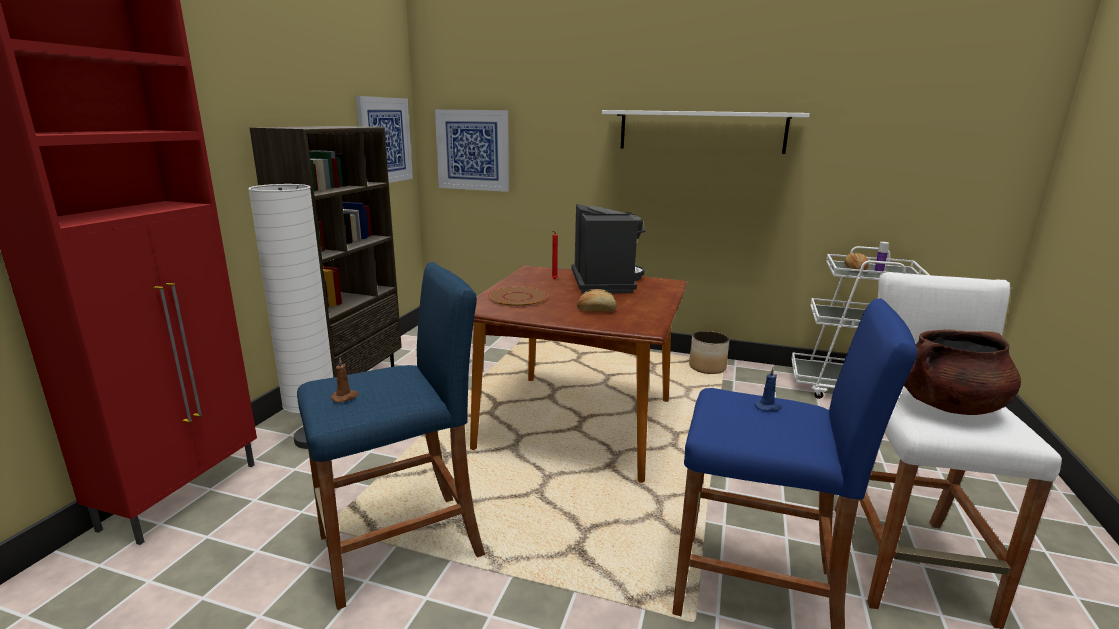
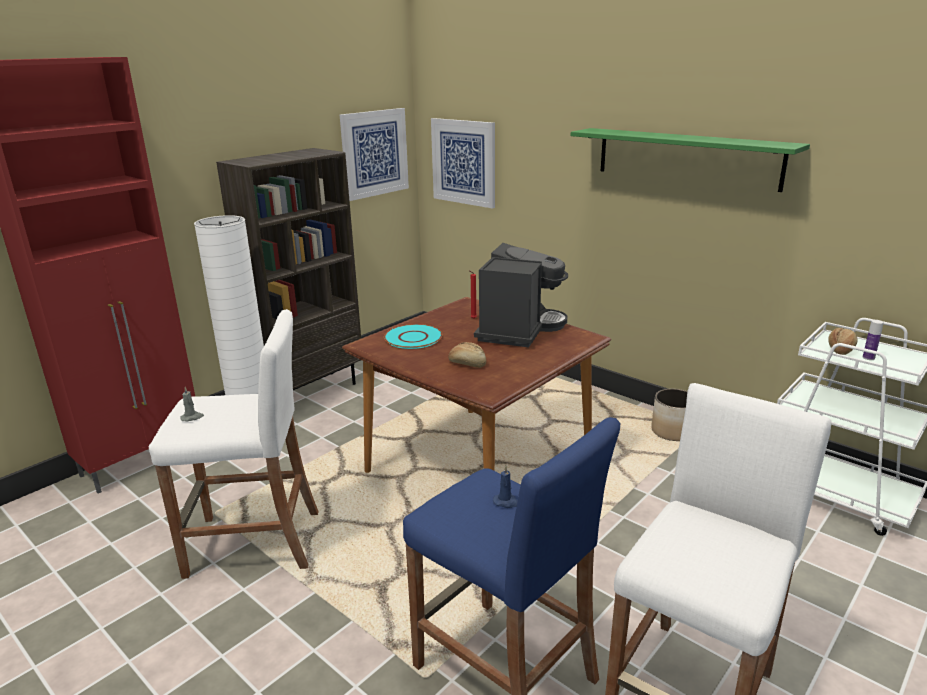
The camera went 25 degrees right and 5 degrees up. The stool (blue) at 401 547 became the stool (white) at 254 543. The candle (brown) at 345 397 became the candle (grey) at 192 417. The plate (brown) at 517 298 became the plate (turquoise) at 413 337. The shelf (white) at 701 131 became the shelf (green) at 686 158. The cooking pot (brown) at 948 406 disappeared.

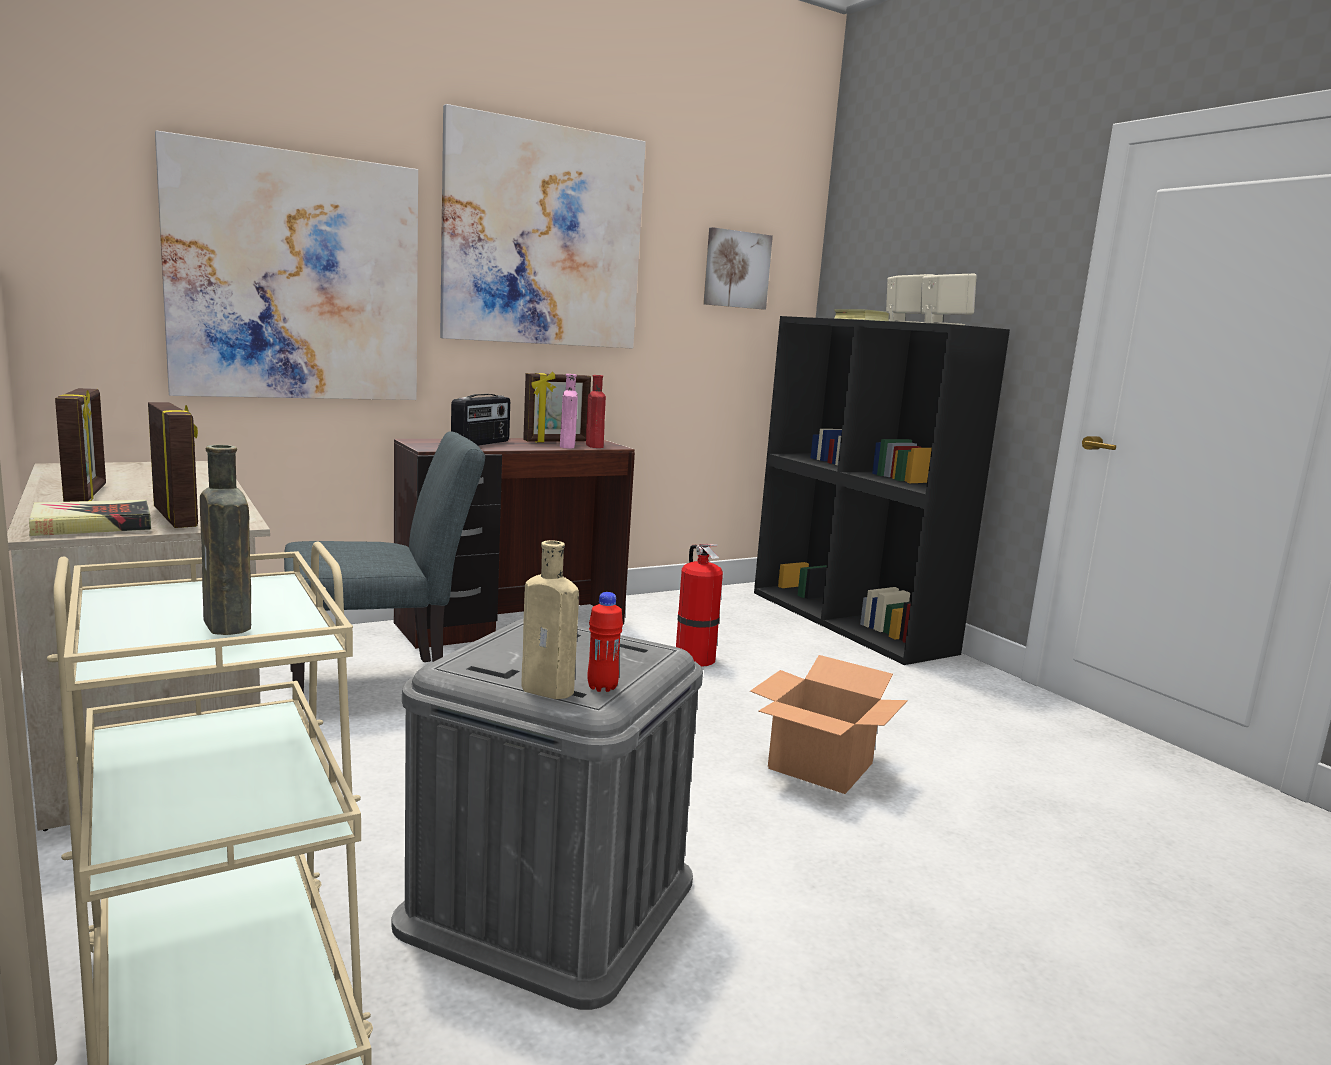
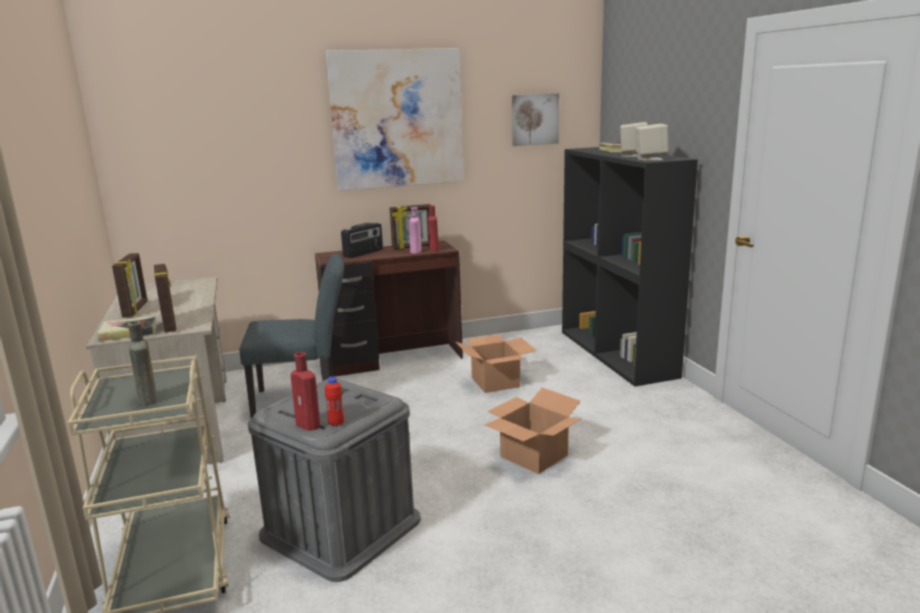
The camera went 15 degrees right and 5 degrees up. The bottle (beige) at 551 691 became the bottle (red) at 309 425. The fire extinguisher at 693 658 was replaced by the cardboard box at 494 382. The picture at 296 278 disappeared.

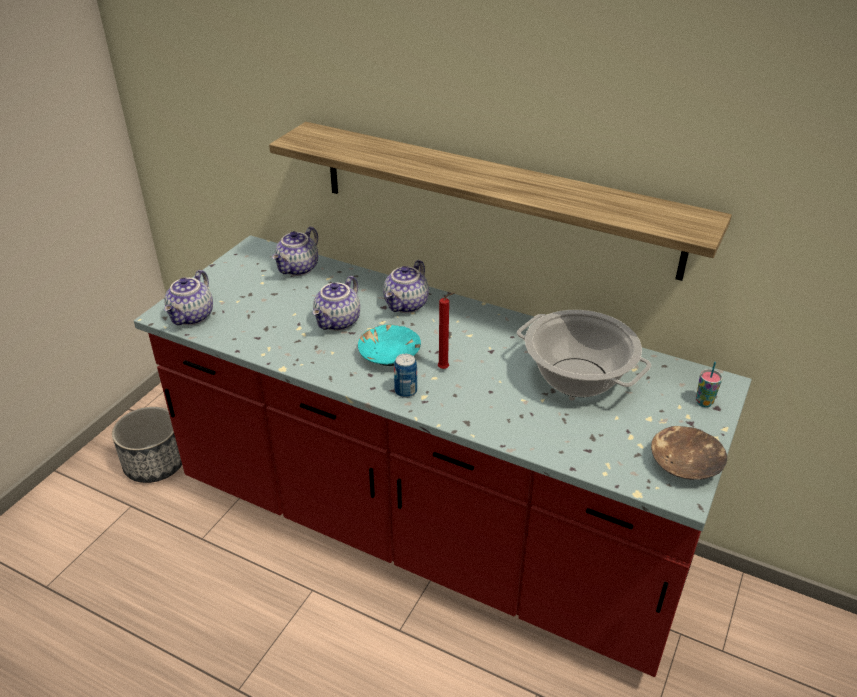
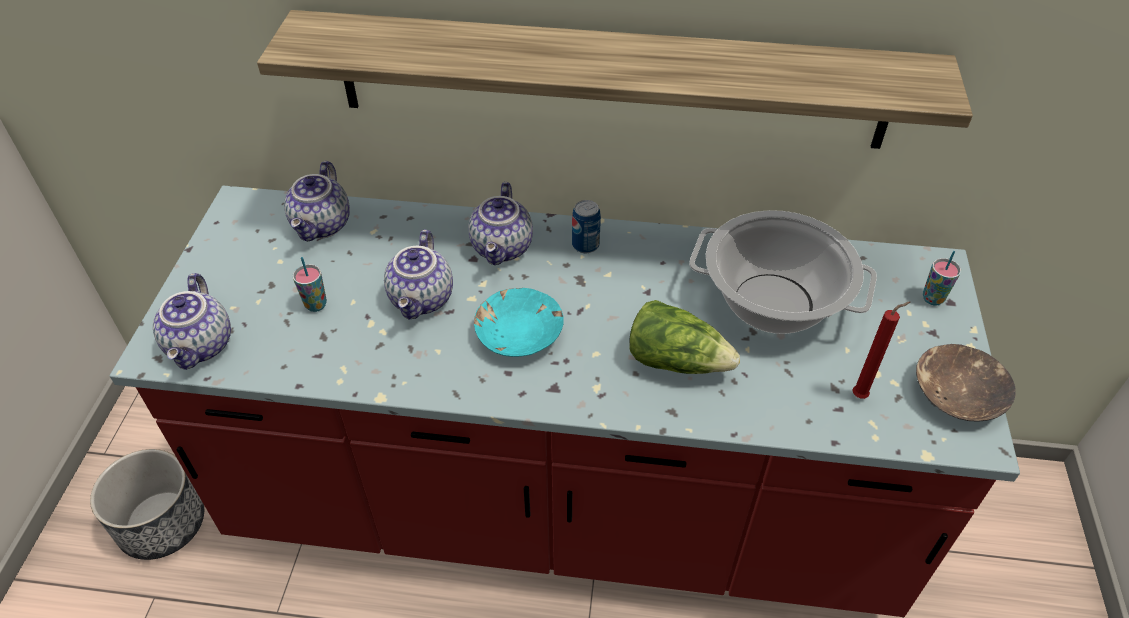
The camera went 20 degrees left and 10 degrees up. The cup at 316 305 appeared. The can moved from 406 391 to 585 245. The lettuce at 676 360 appeared. The candle (red) moved from 445 369 to 862 395.

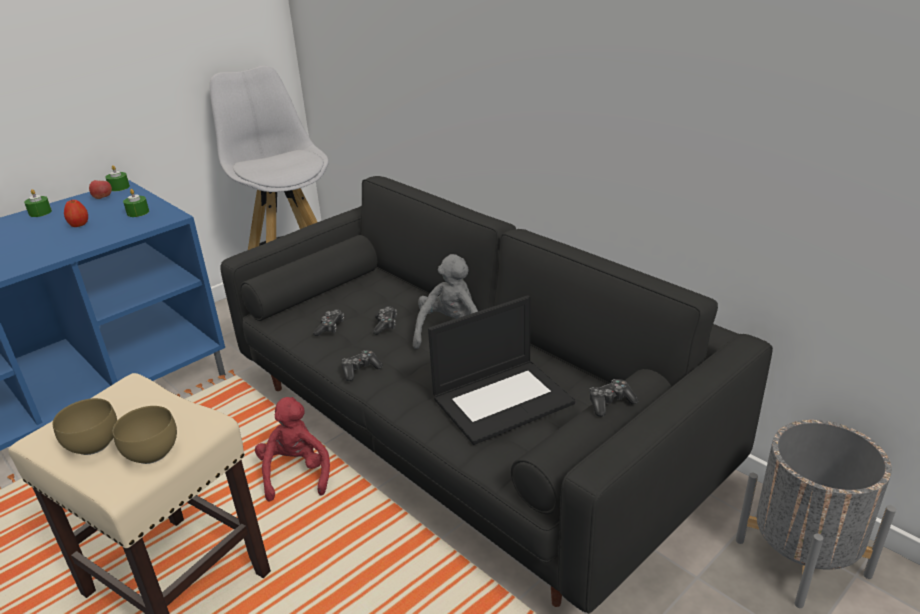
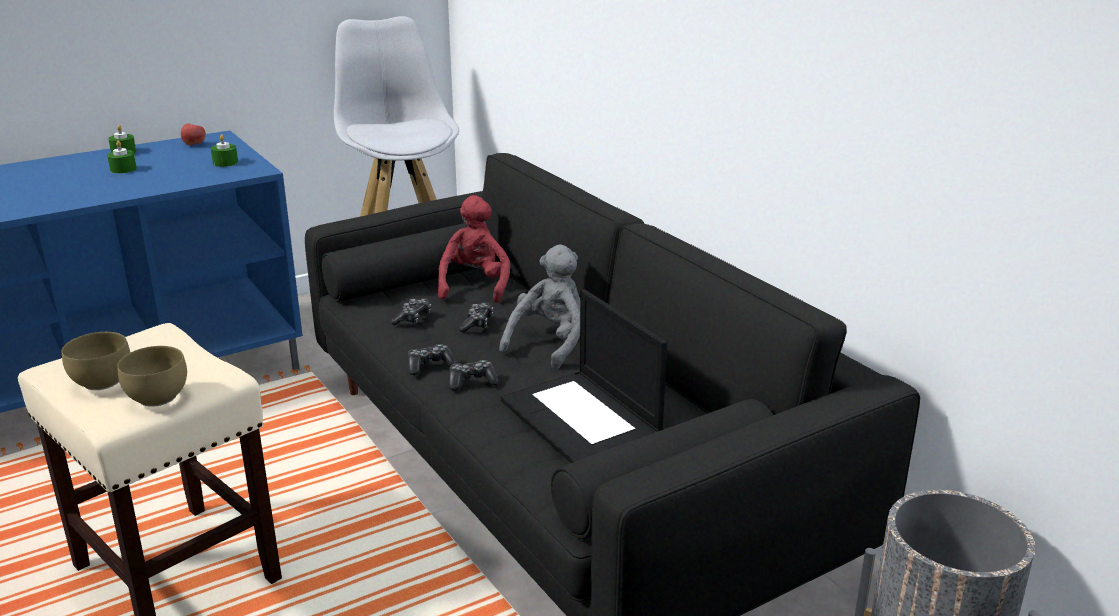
The camera went 10 degrees right and 5 degrees down. The candle (green) moved from 119 187 to 123 169. The plush toy (red) moved from 296 473 to 473 285. The game controller moved from 610 403 to 472 382. The laptop at 503 399 turned 75 degrees clockwise. The apple at 79 225 disappeared.

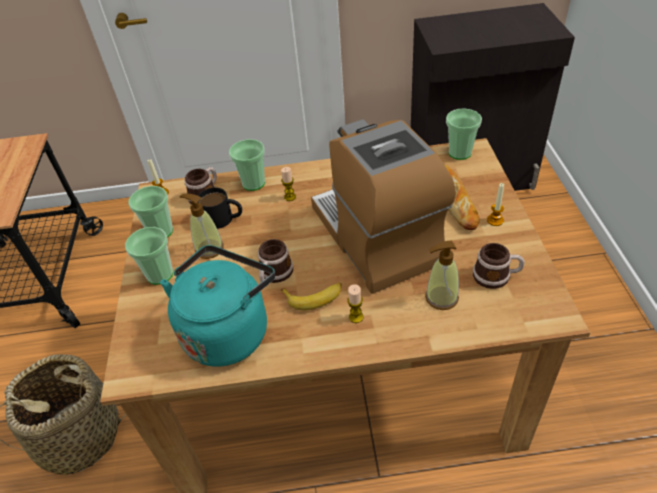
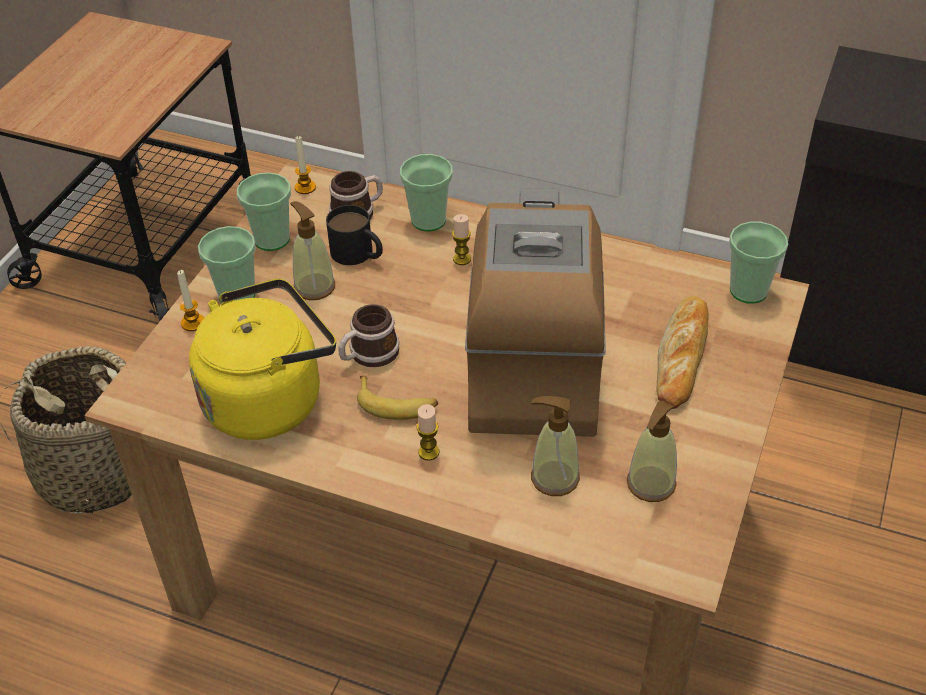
The camera went 25 degrees right and 0 degrees up. The candle moved from 495 220 to 193 323. The kettle (turquoise) at 228 330 became the kettle (yellow) at 269 399. The mug at 496 276 was replaced by the soap dispenser at 650 484.

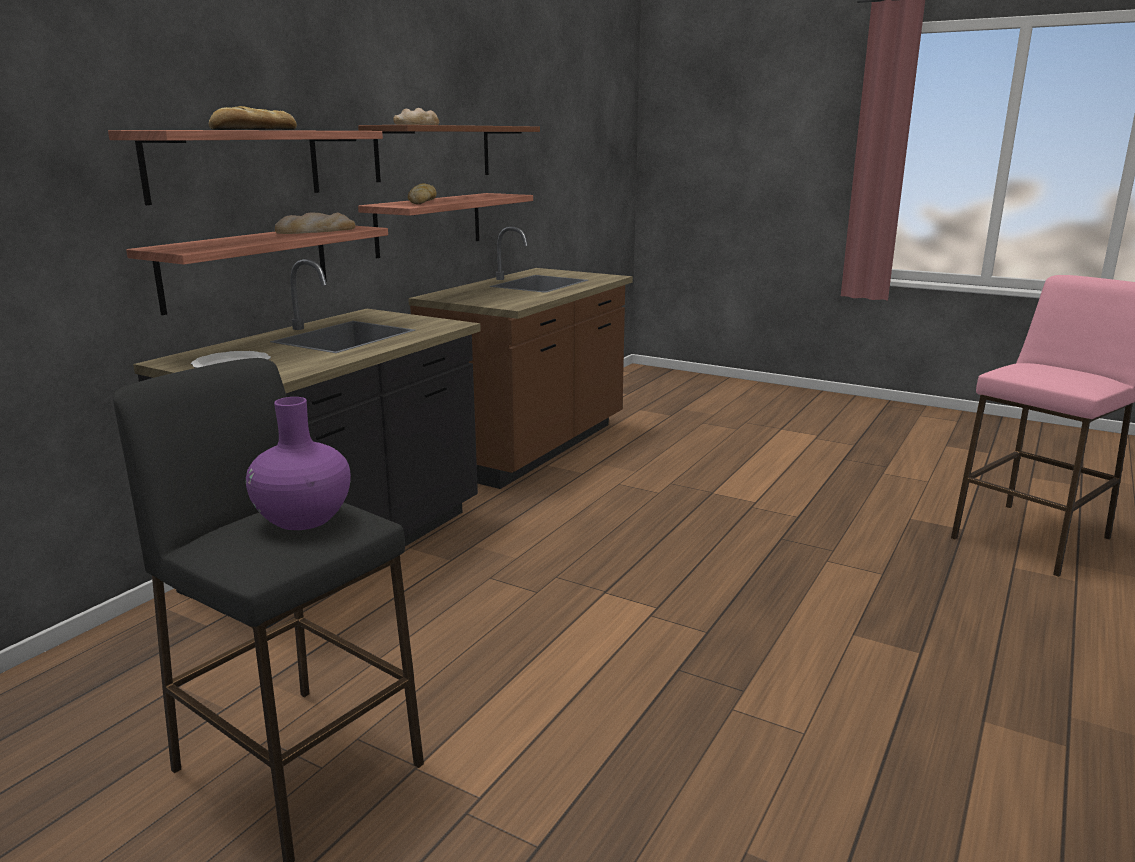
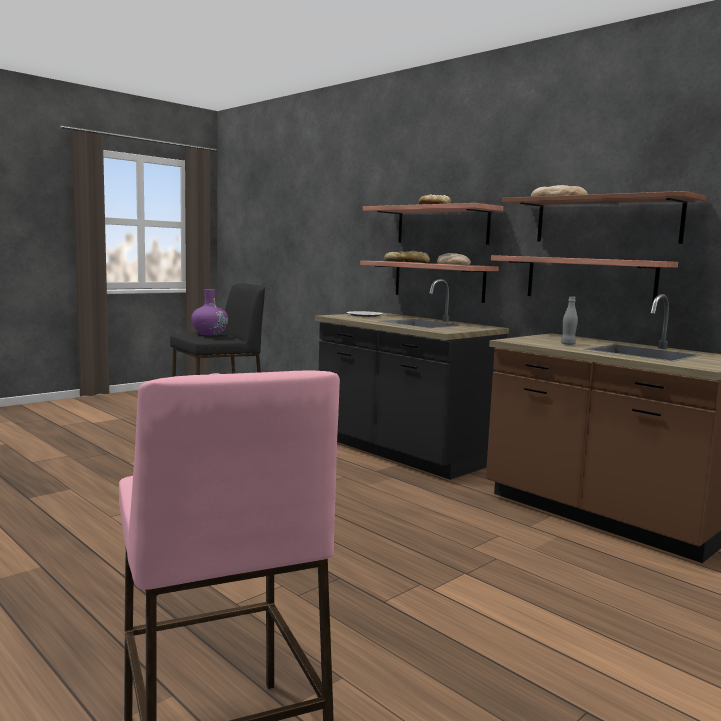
The camera went 105 degrees right and 10 degrees down. The bread moved from 422 201 to 407 262. The bottle (grey) at 568 344 appeared.

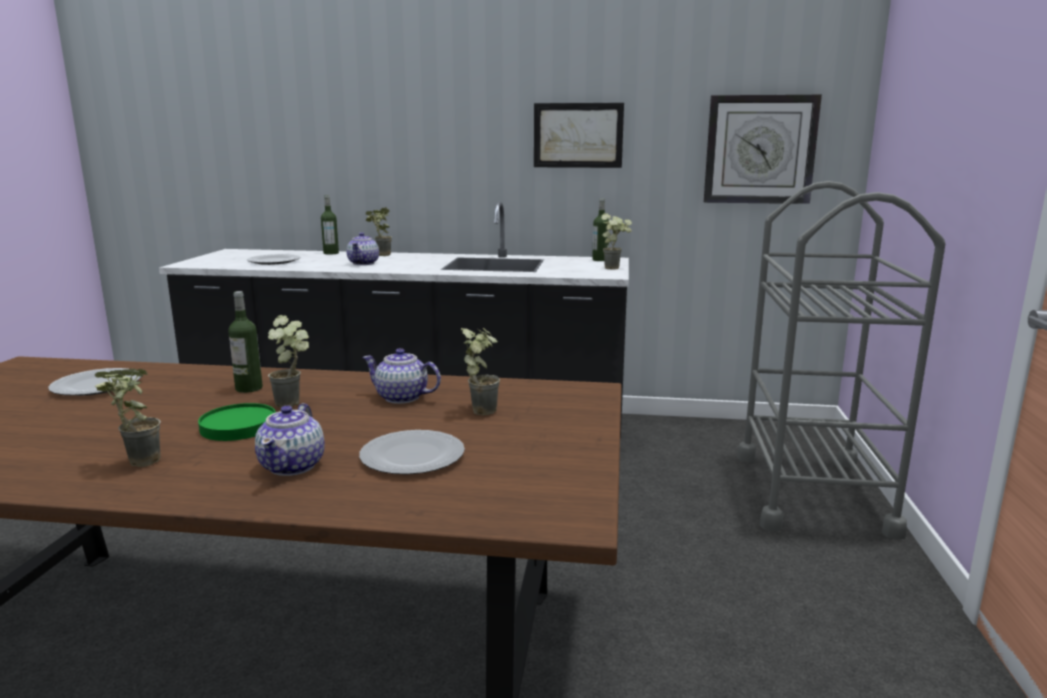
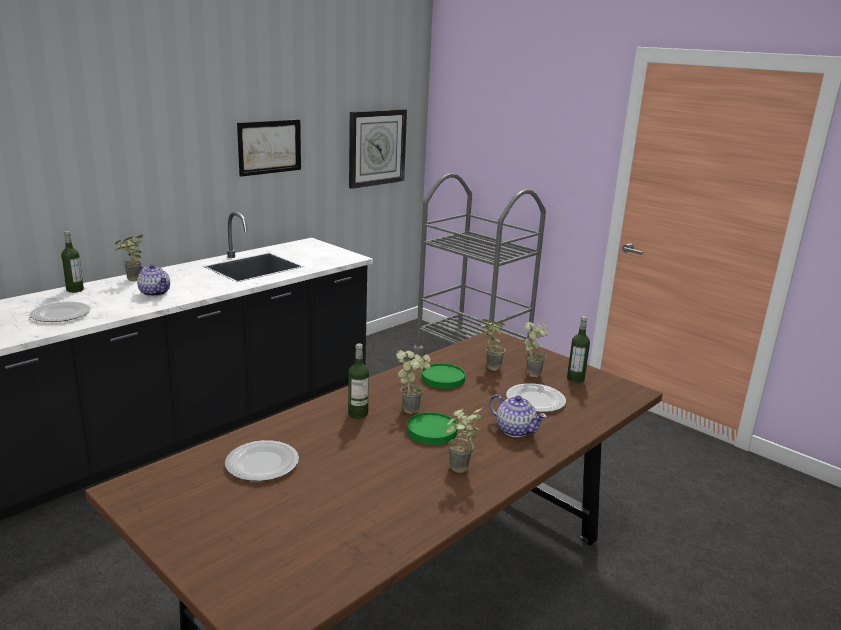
The camera went 55 degrees left and 5 degrees up. The teapot at 402 397 was replaced by the plate (green) at 443 379. The potted plant moved from 615 268 to 533 372. The bottle moved from 600 260 to 575 379.

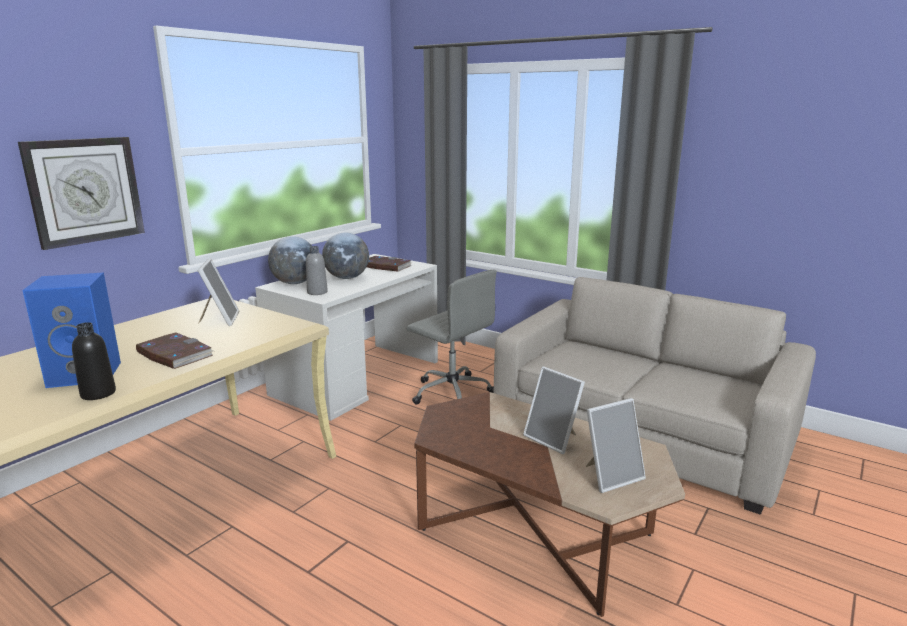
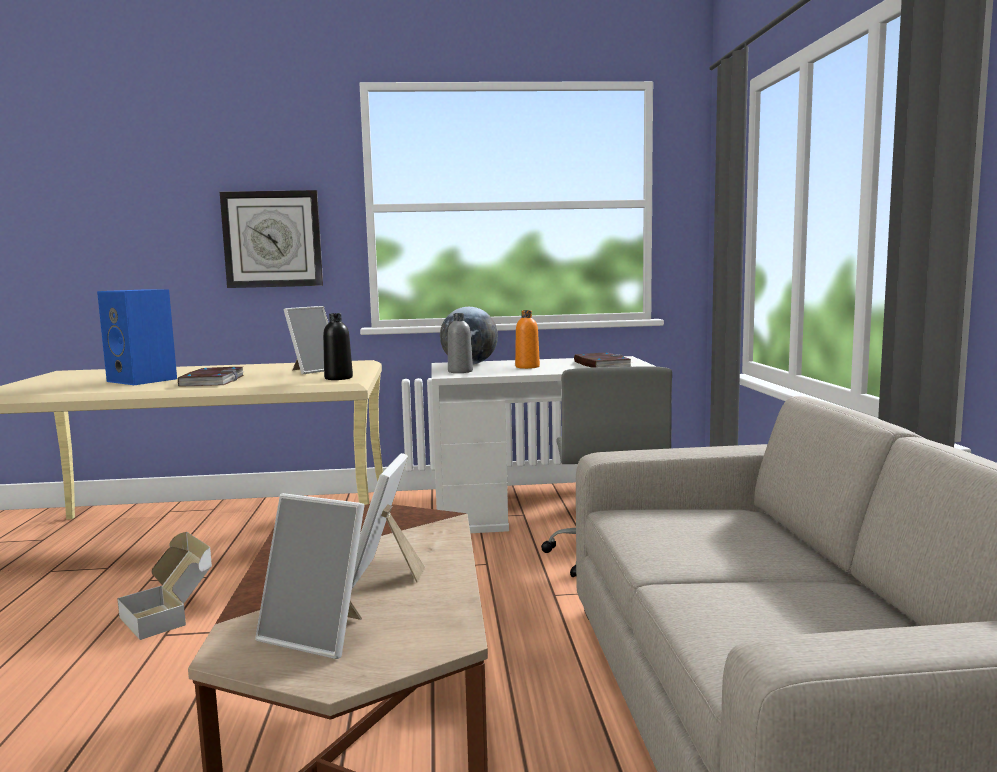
The camera went 50 degrees right and 10 degrees down. The cardboard box at 170 616 appeared. The bottle (black) moved from 98 393 to 338 378. The globe at 347 278 was replaced by the bottle (orange) at 527 367.

